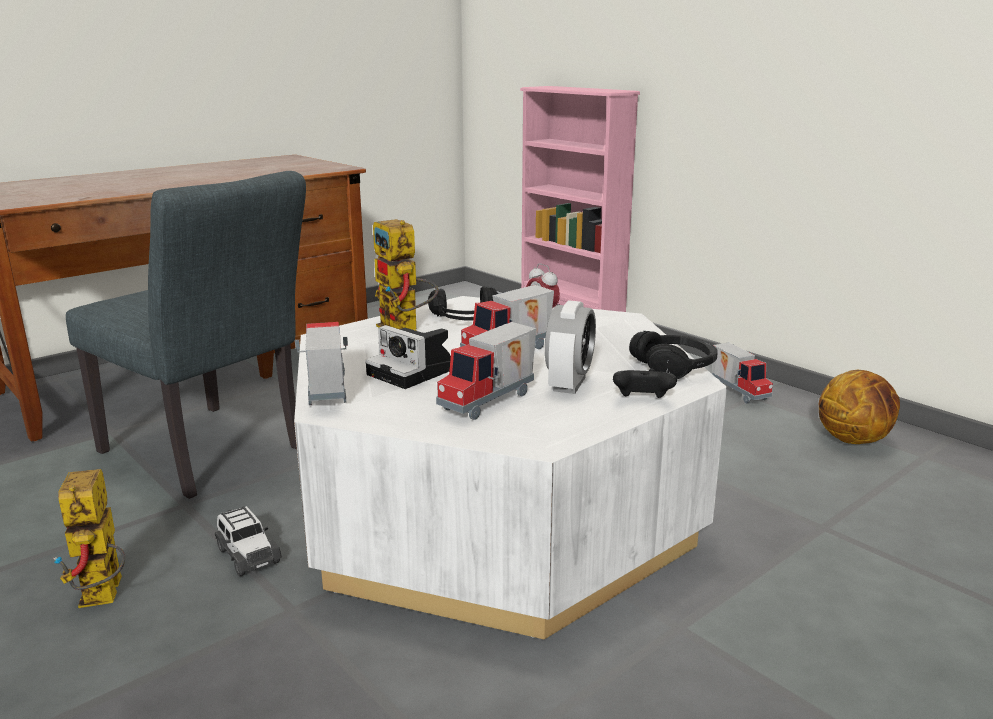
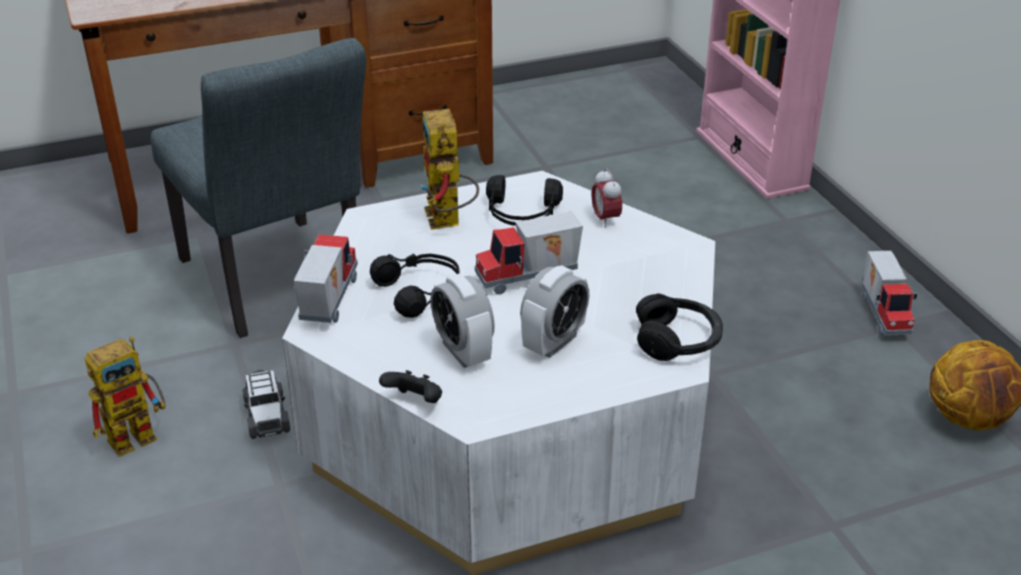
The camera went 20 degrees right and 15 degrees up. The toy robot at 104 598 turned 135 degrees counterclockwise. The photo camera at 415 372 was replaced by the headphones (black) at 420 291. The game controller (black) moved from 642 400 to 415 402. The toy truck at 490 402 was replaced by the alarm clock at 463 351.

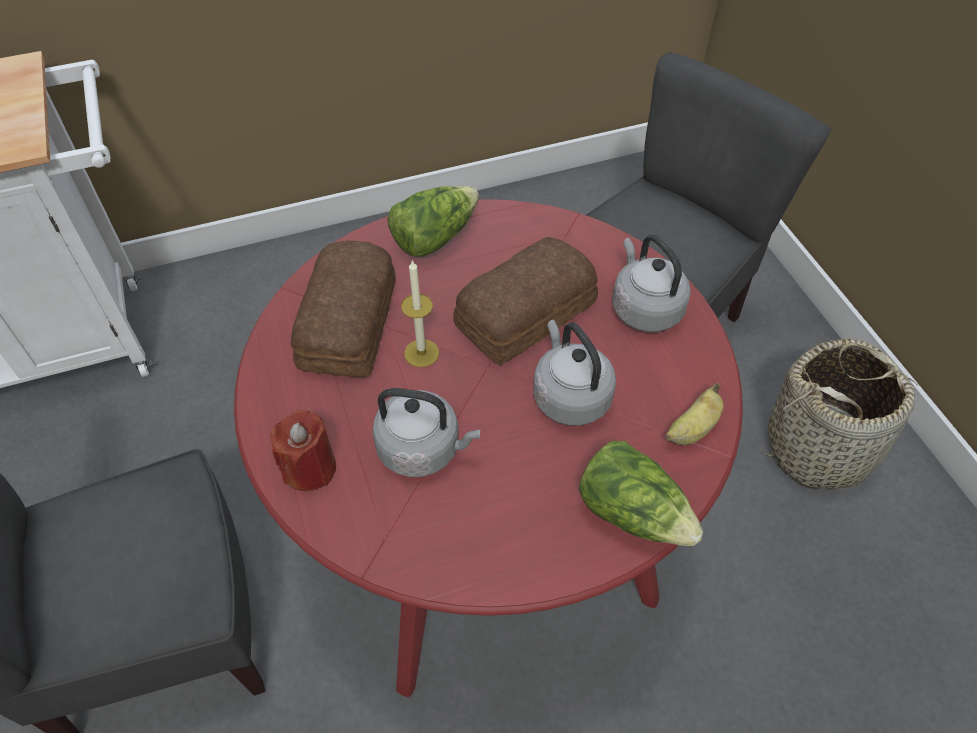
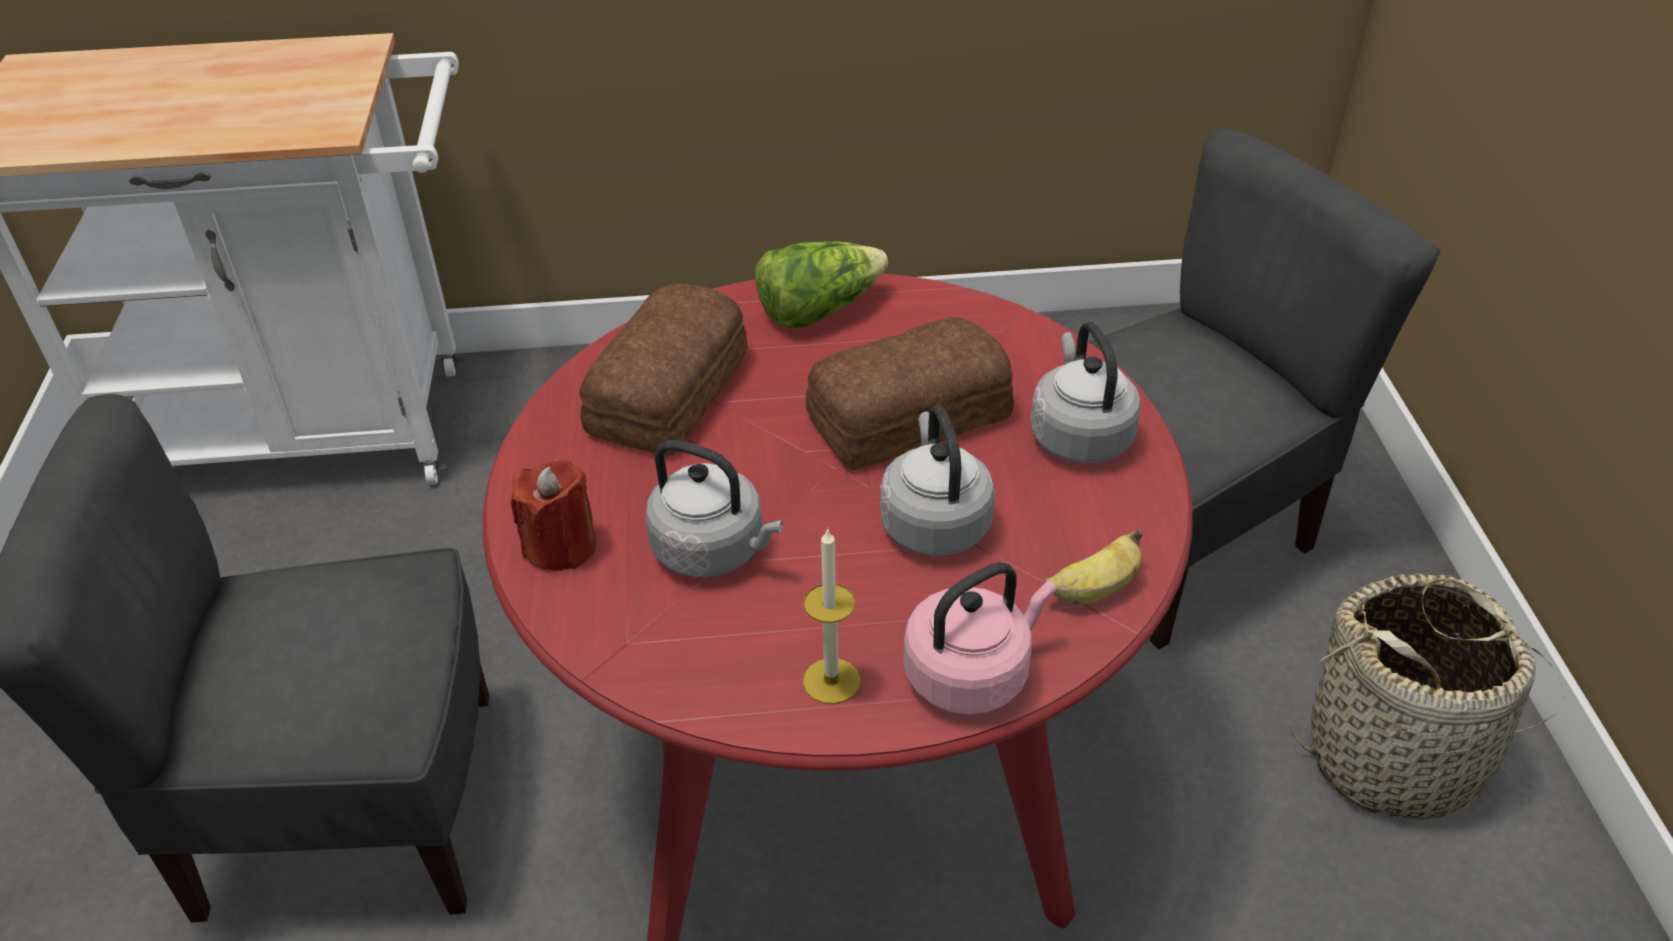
The camera went 15 degrees right and 10 degrees down. The candle moved from 421 353 to 831 681. The lettuce at 633 512 was replaced by the kettle (pink) at 972 673.

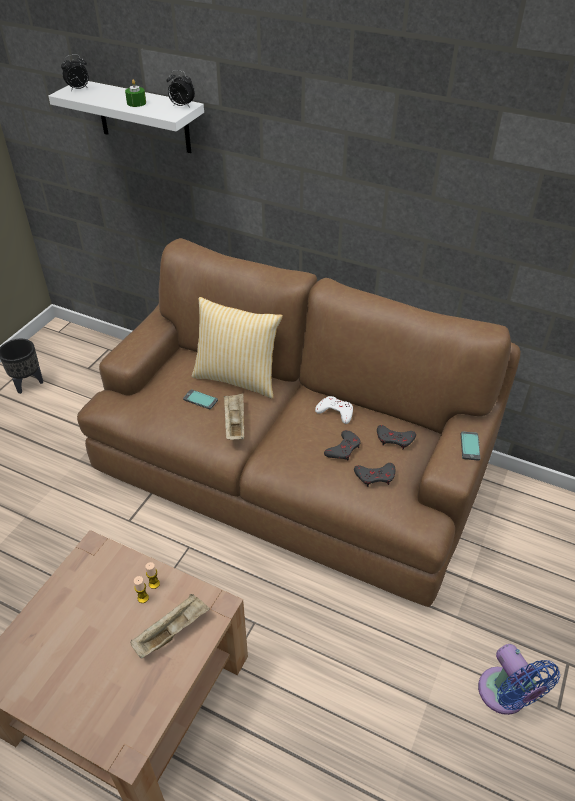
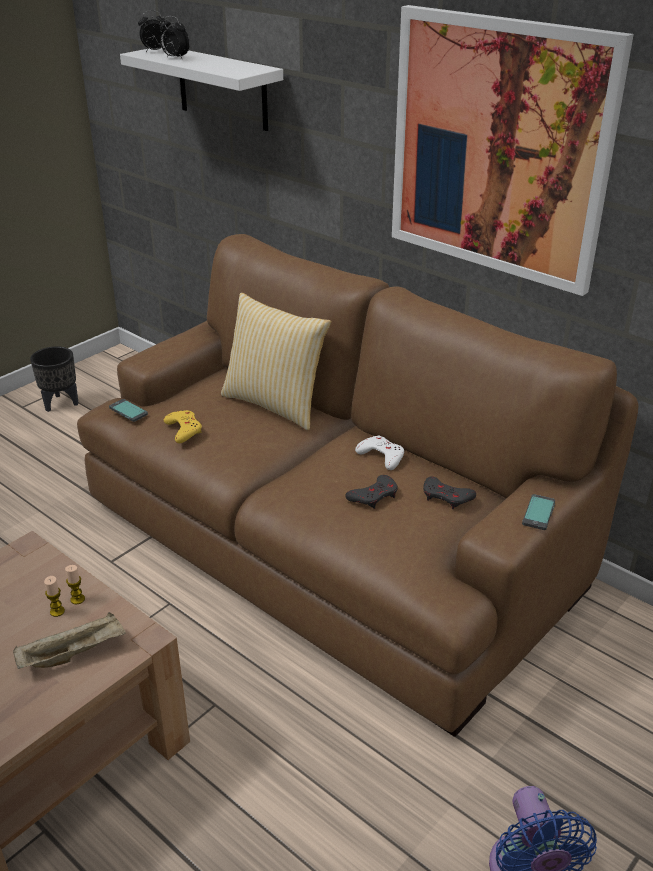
The camera went 15 degrees right and 10 degrees down. The phone moved from 200 400 to 128 411. The alarm clock moved from 181 106 to 175 58. The game controller (yellow) at 183 430 appeared. The picture at 498 148 appeared. The candle (green) at 136 103 disappeared. The tray (beige) at 234 423 disappeared. The game controller (grey) at 375 476 disappeared.

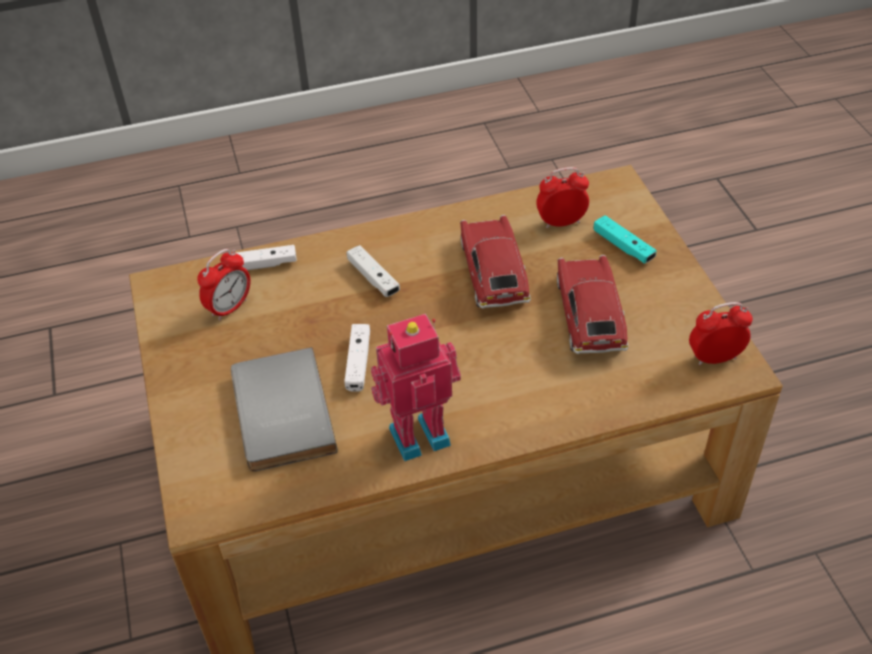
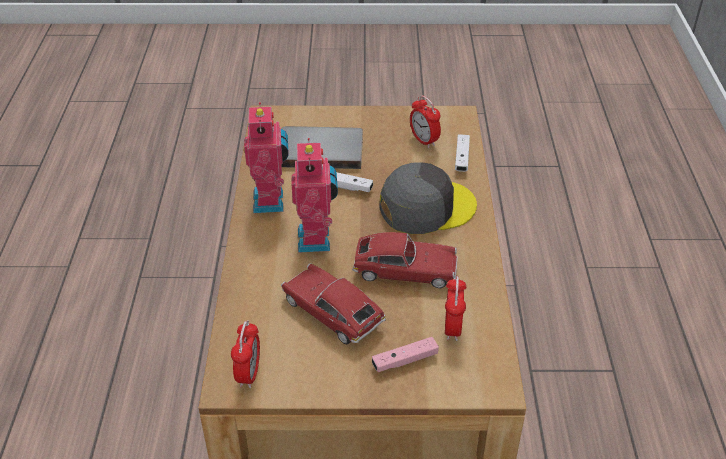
The camera went 105 degrees right and 5 degrees down. The toy car at 589 315 turned 150 degrees counterclockwise. The toy robot at 317 239 appeared. The game controller (turquoise) at 623 246 became the game controller (pink) at 405 360. The game controller (white) at 373 278 was replaced by the cap (grey) at 426 207.

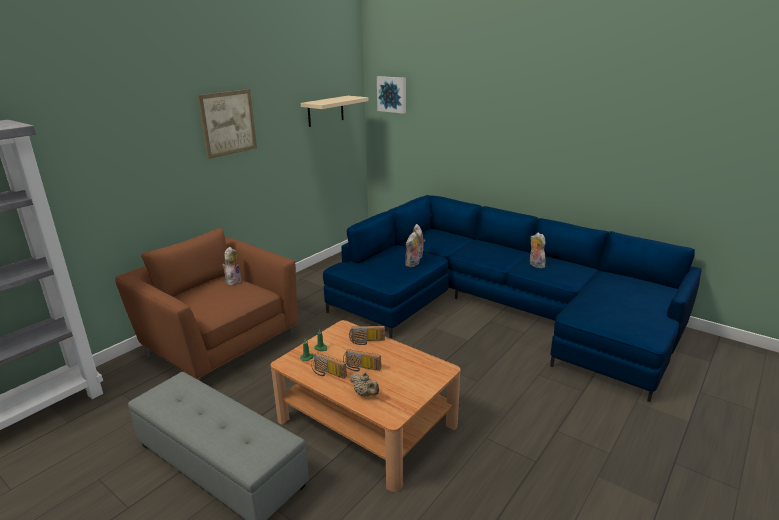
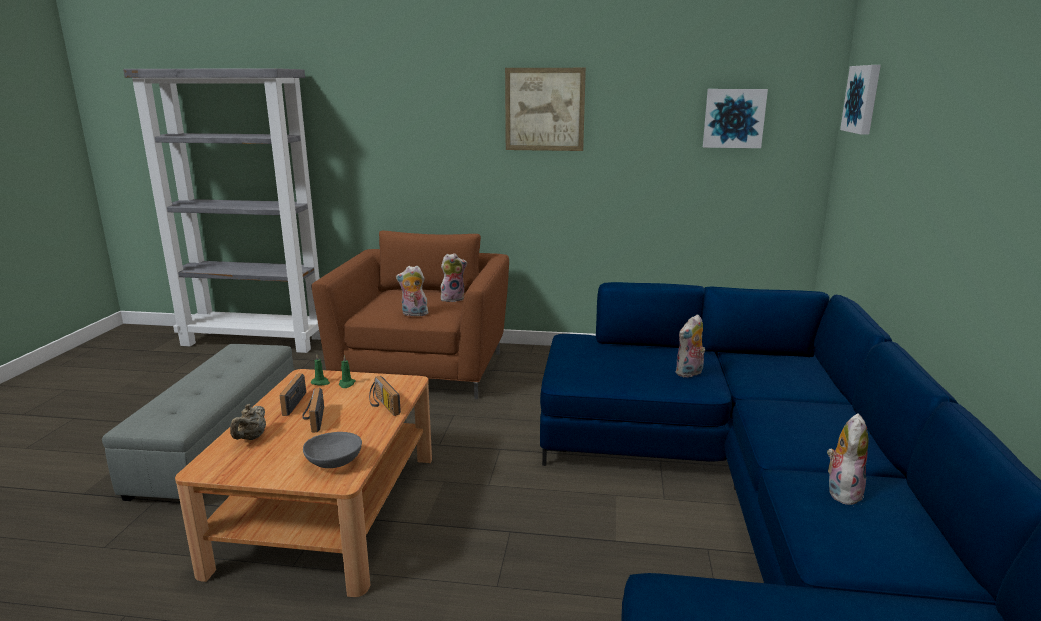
The camera went 60 degrees right and 5 degrees down. The bowl (grey) at 334 463 appeared. The plush toy moved from 413 264 to 414 314. The shelf (beige) at 325 111 was replaced by the picture at 733 118.

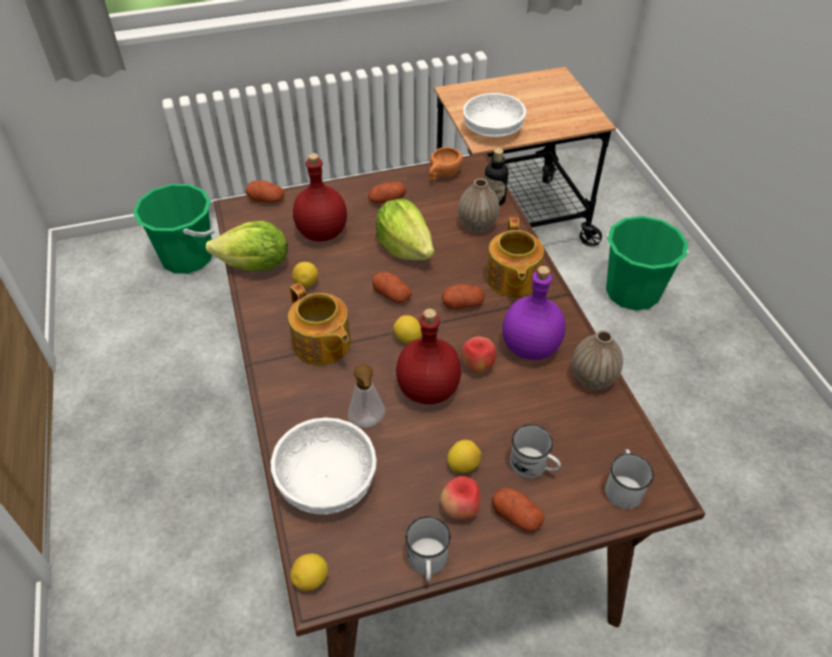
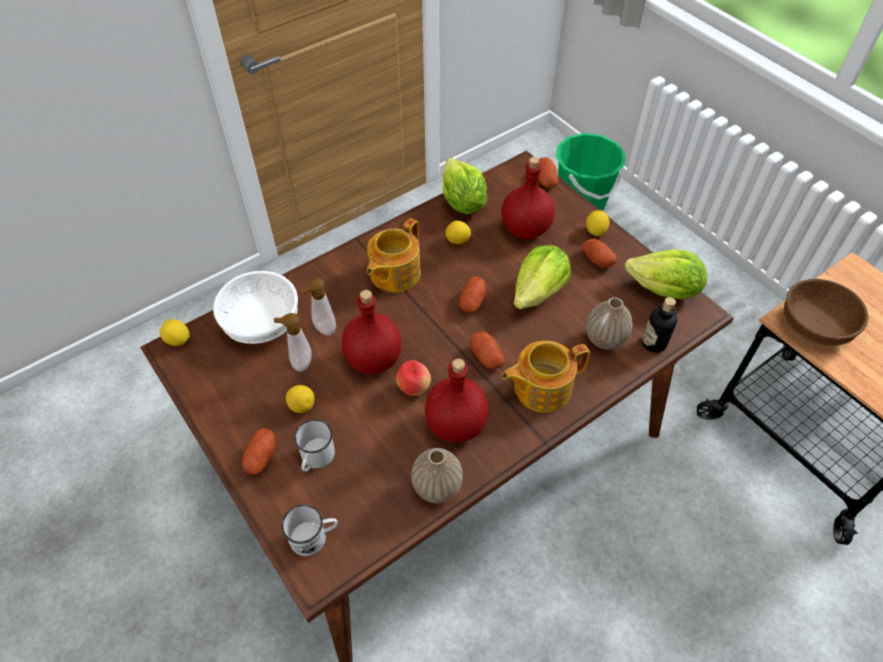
The camera went 70 degrees right and 5 degrees up. The soap dispenser at 299 362 appeared. The bottle (purple) at 531 346 became the bottle (red) at 457 425. The lemon moved from 407 338 to 595 231. The cup (orange) at 442 176 was replaced by the lettuce at 664 290. The bowl (white) at 492 130 became the bowl (brown) at 816 325. The mug (white) at 427 563 disappeared. The apple at 460 510 disappeared. The bucket (green) at 632 292 disappeared.

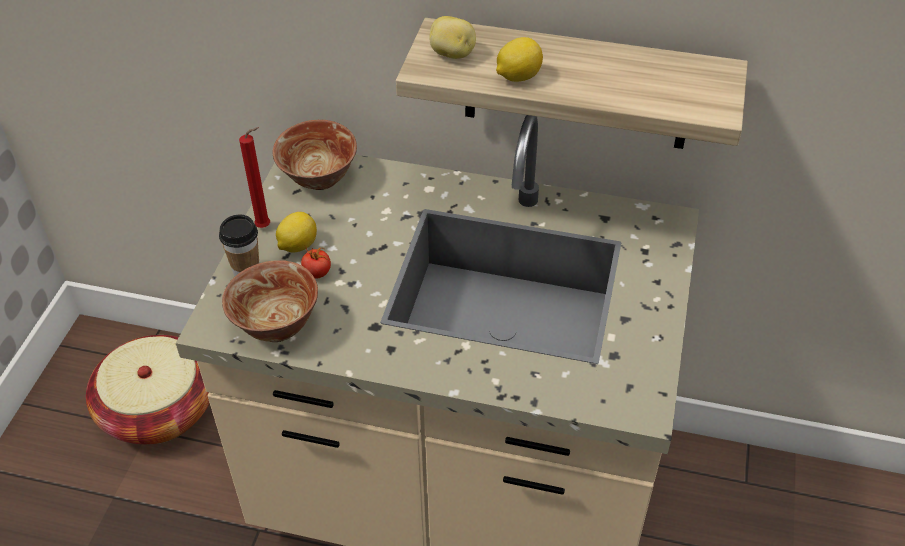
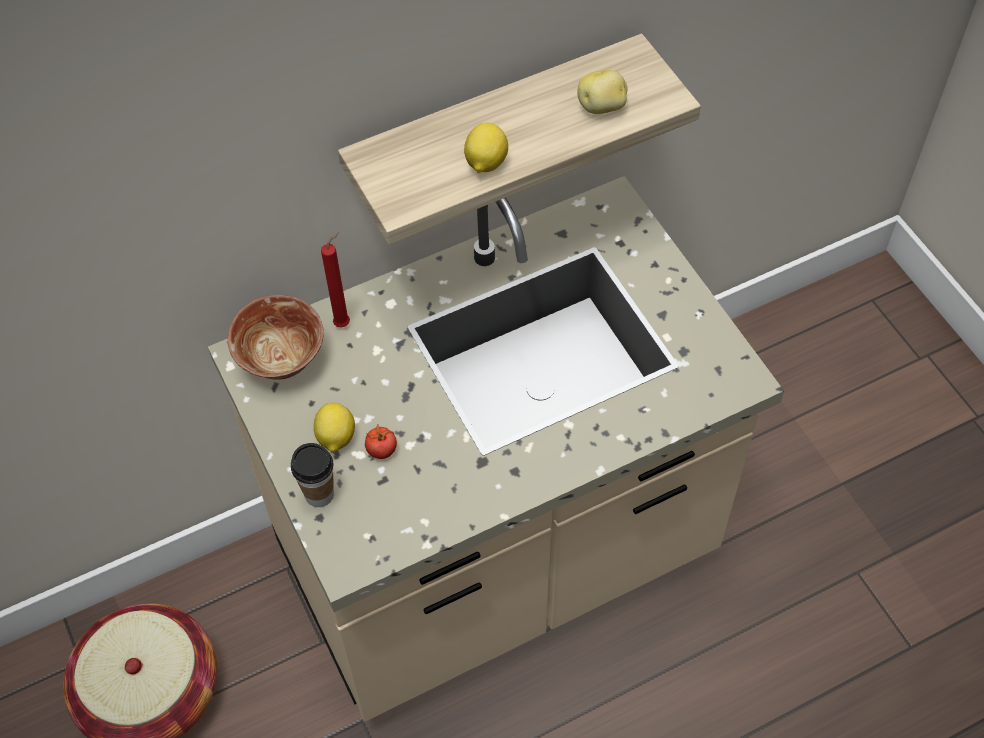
The camera went 40 degrees left and 10 degrees up. The candle (red) moved from 266 227 to 344 323. The potato moved from 452 54 to 602 107. The bowl at 276 326 disappeared.

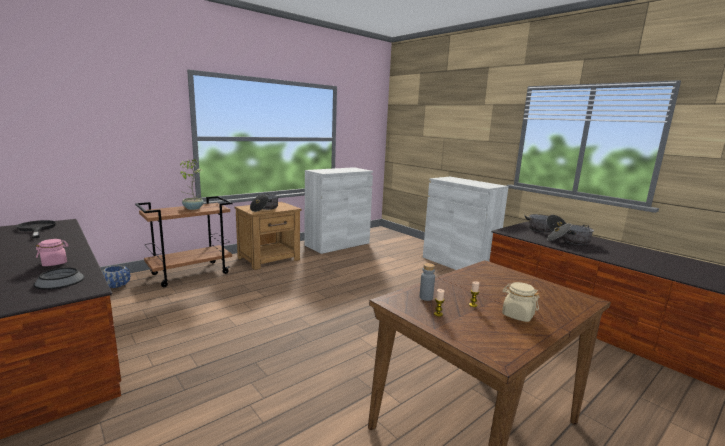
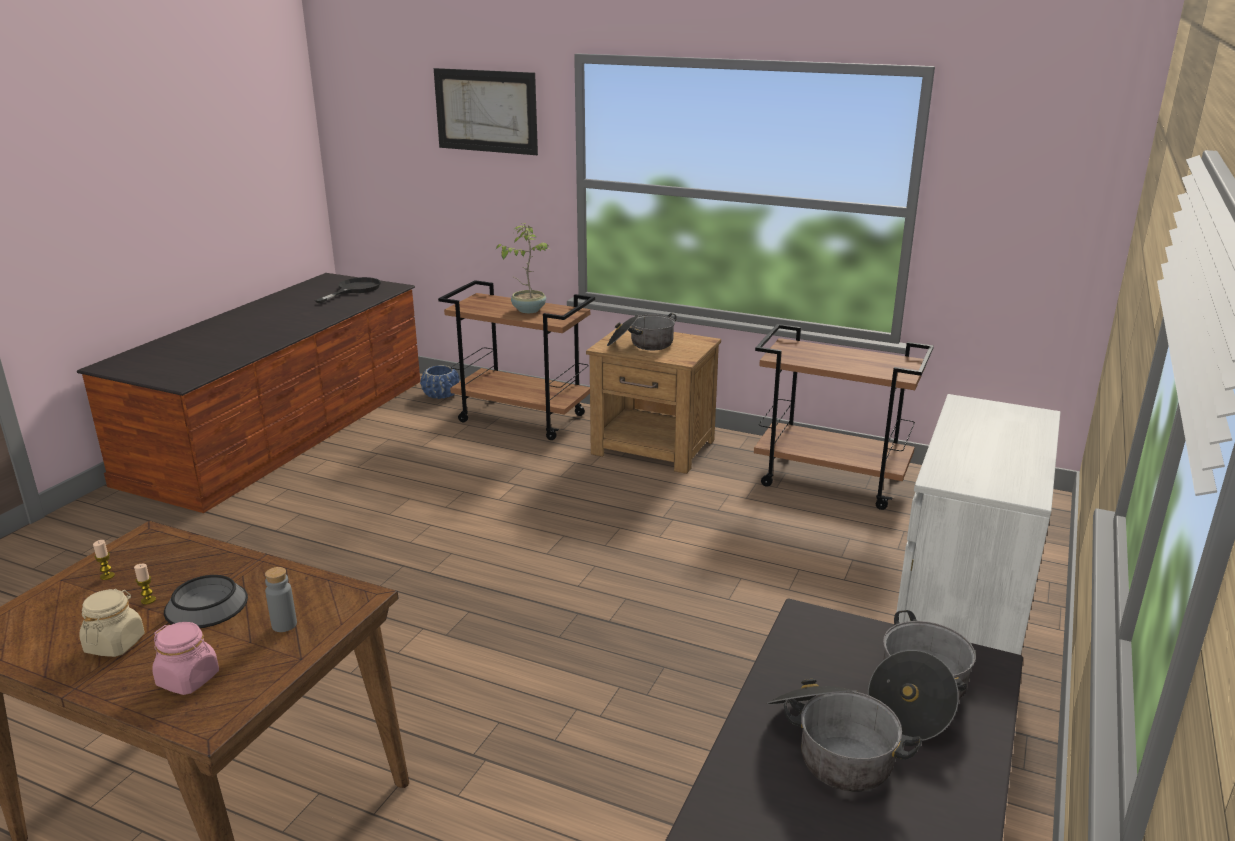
The camera went 65 degrees right and 10 degrees up. The jar (pink) moved from 54 263 to 188 679. The bowl moved from 59 281 to 206 604. The bottle (grey) moved from 426 297 to 284 625. The picture at 486 111 appeared. The cabinet (white) at 337 244 was replaced by the cart (brown) at 832 481.

